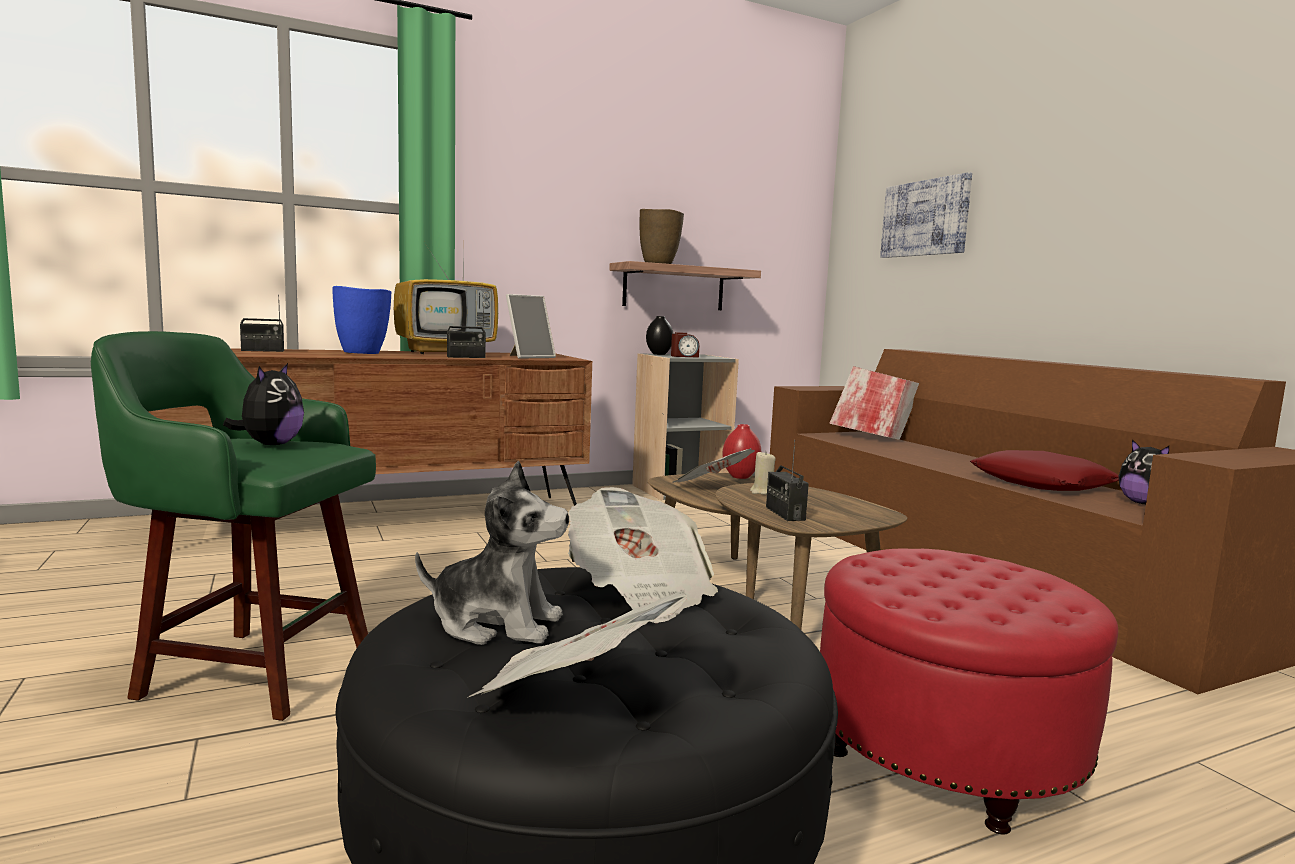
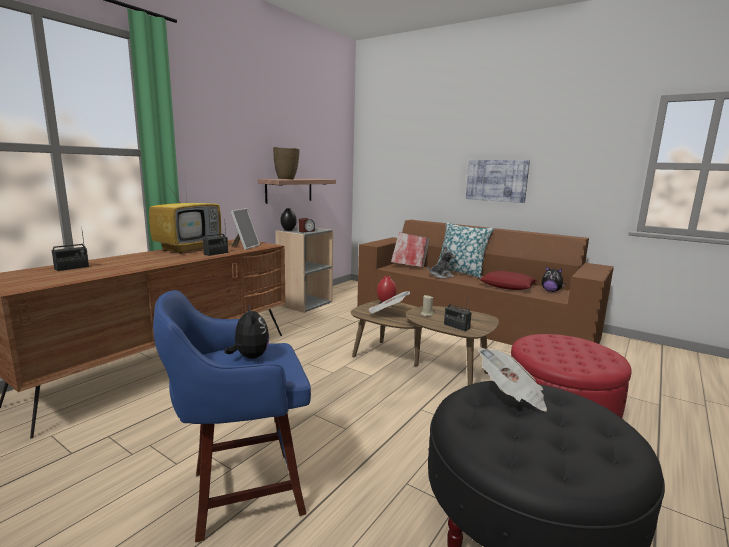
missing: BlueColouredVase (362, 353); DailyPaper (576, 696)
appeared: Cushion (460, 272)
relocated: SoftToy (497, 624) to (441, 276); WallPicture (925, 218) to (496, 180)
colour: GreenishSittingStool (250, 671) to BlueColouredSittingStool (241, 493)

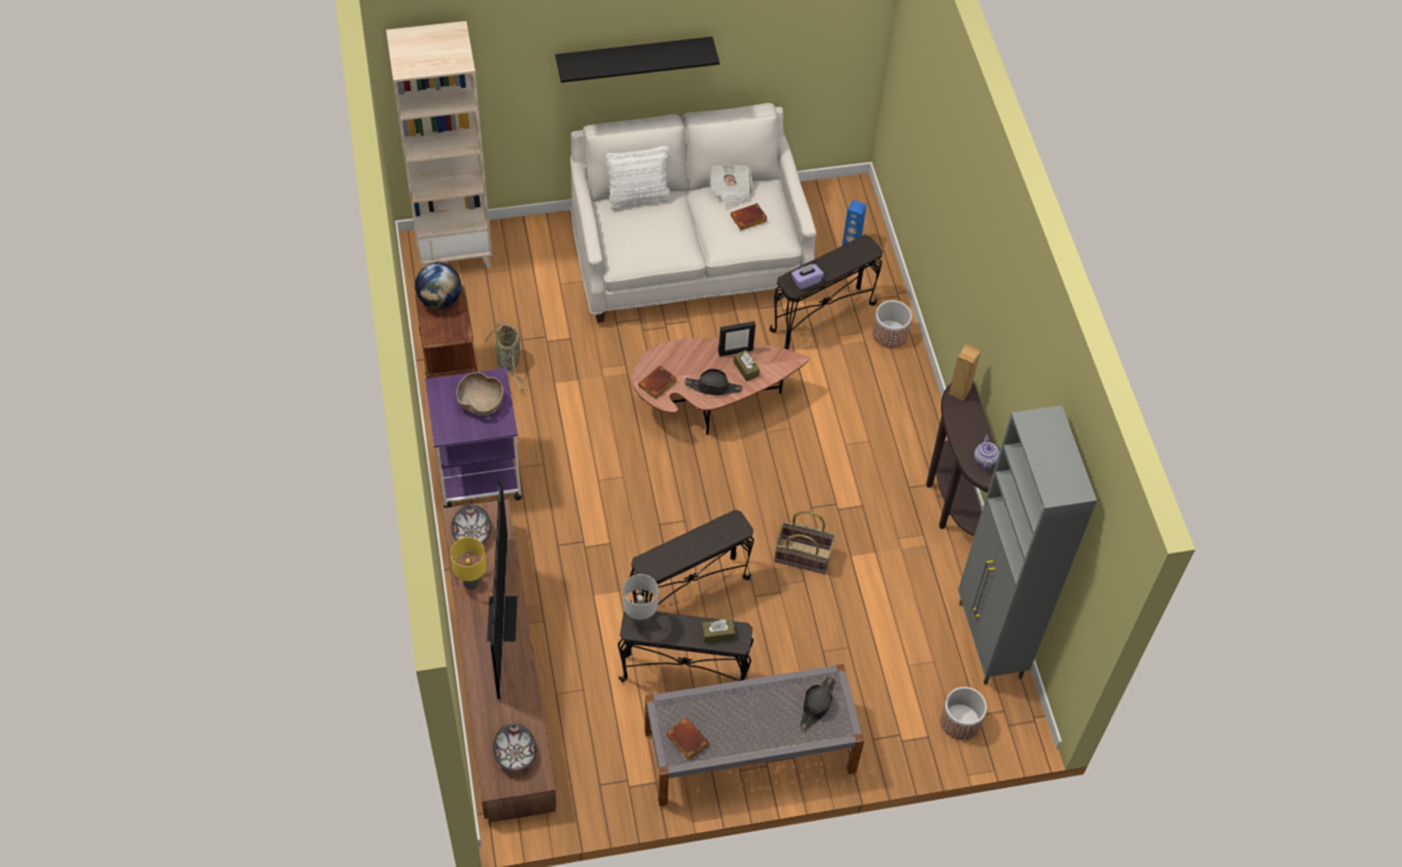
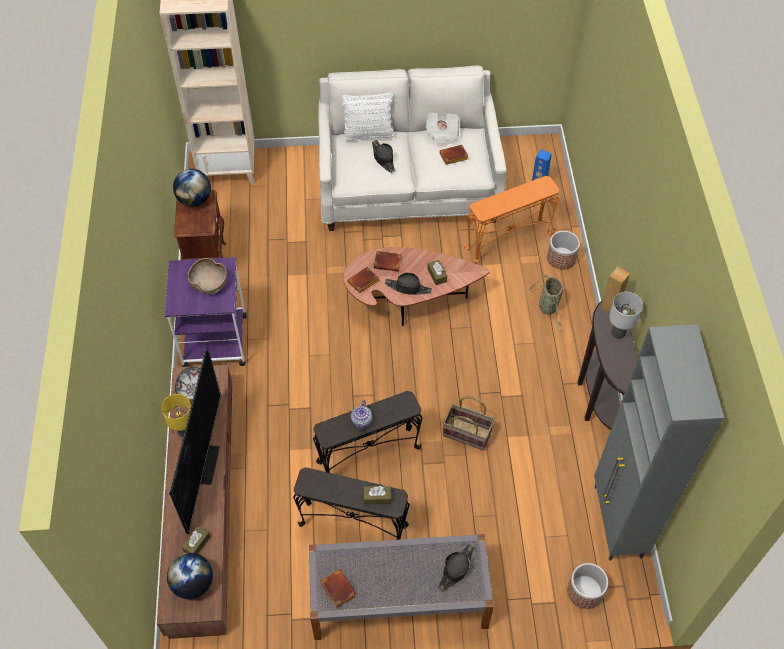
missing: BlackishBracketShelf (634, 58); StandingFrame (735, 351); PurplishTissueHolder (806, 281)
appeared: BrownishTissueHolder (196, 544); BlackishHat (383, 158); BrownishBook (388, 262)
relocated: StorageBasket (509, 363) to (548, 308); WhitishLampForATable (641, 620) to (618, 333); PotForTea (985, 460) to (362, 421)
exchanged: DeepDish (516, 754) to WorldGlobe (193, 584)
colour: BlackishEndTable (822, 318) to OrangeEndTable (508, 241)

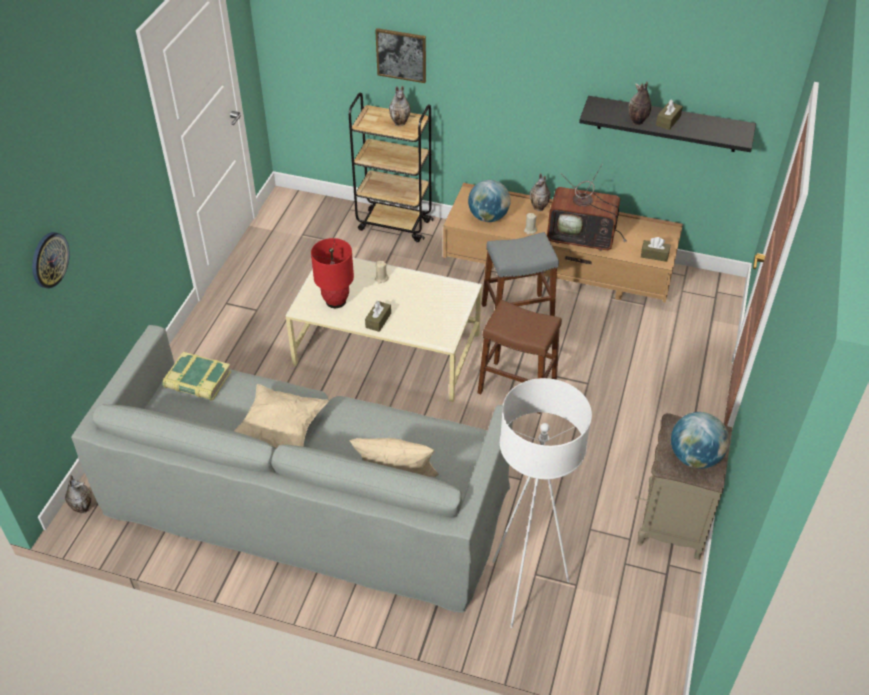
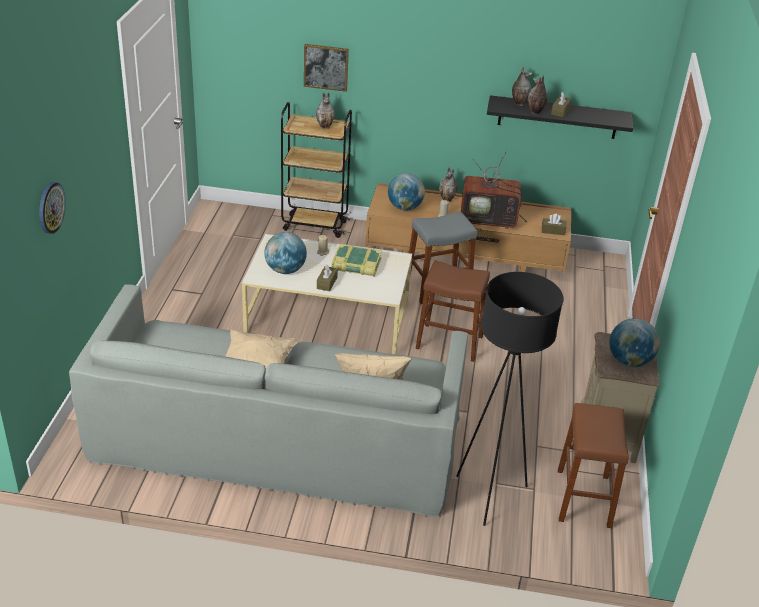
appeared: BrownishSittingStool (583, 498)
relocated: Vase (83, 507) to (518, 103); Book (197, 381) to (356, 265)
exchanged: RedColouredLampForATable (335, 301) to WorldGlobe (285, 270)
colour: WhitishStandingLamp (525, 589) to BlackishStandingLamp (489, 495)

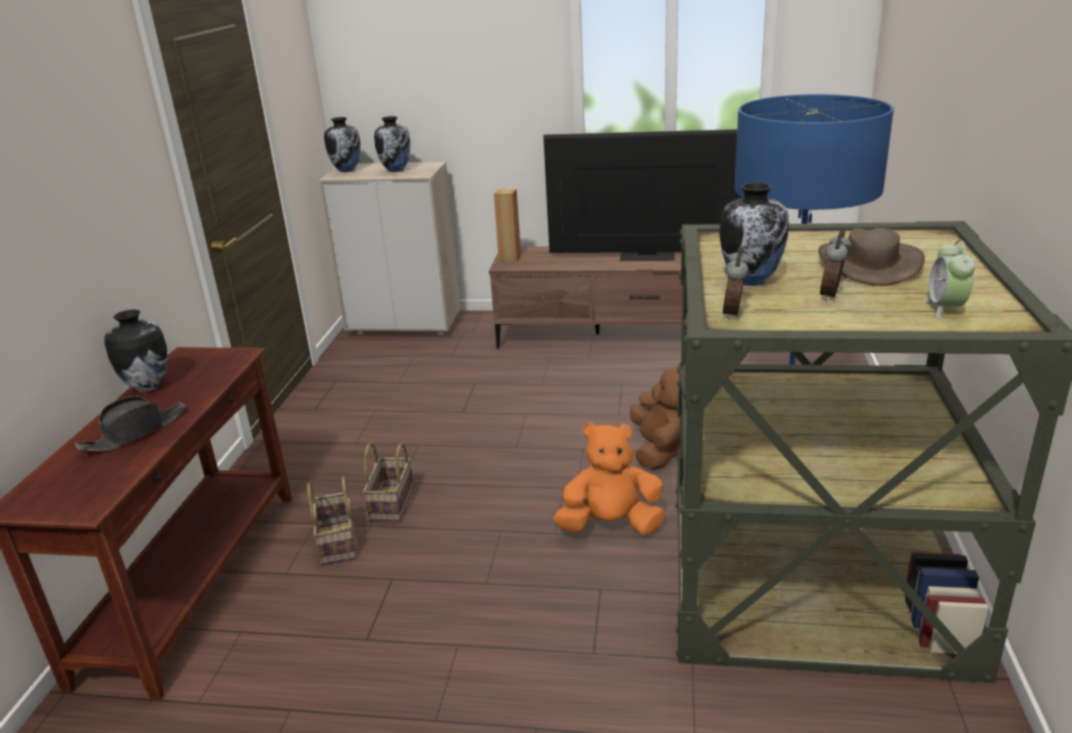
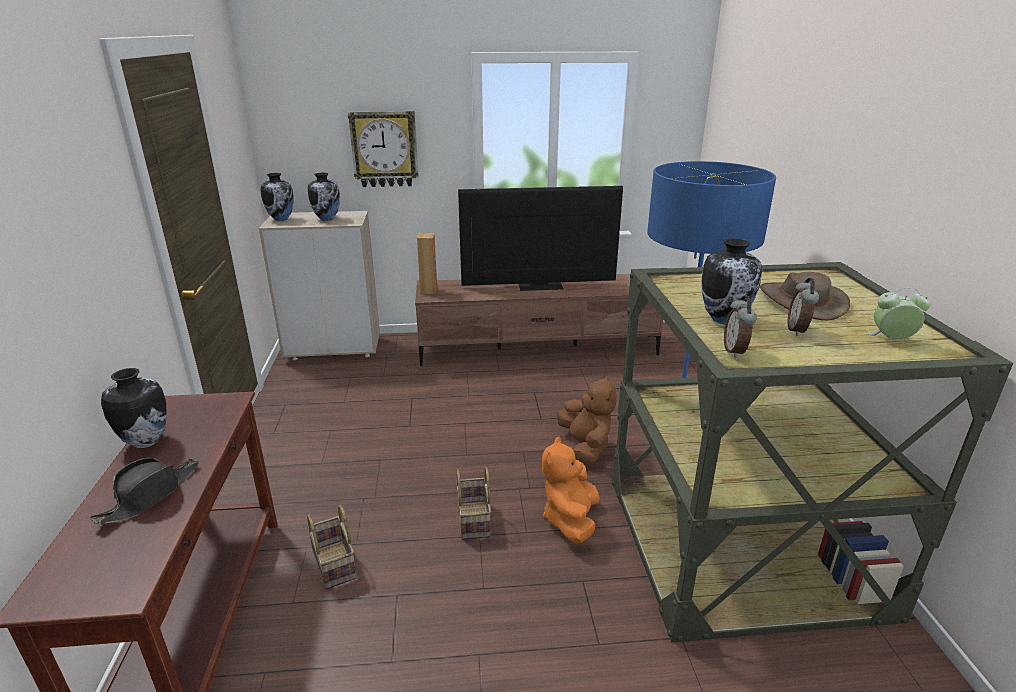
appeared: ClockOnTheWall (384, 149)
relocated: StorageBasket (393, 504) to (475, 521)
spun: OrangeSoftToy (611, 526) = (570, 520) 60 degrees counterclockwise; AlarmClock (945, 309) = (891, 339) 105 degrees clockwise

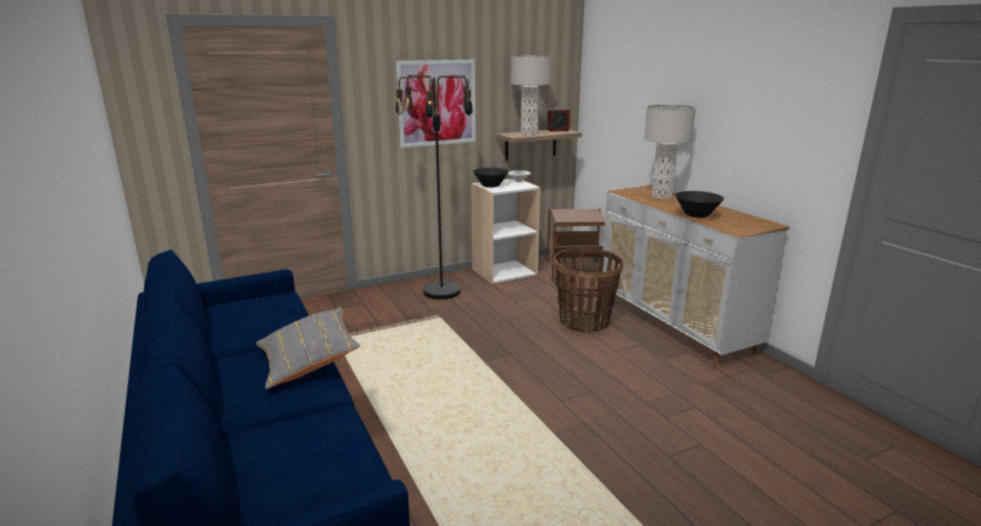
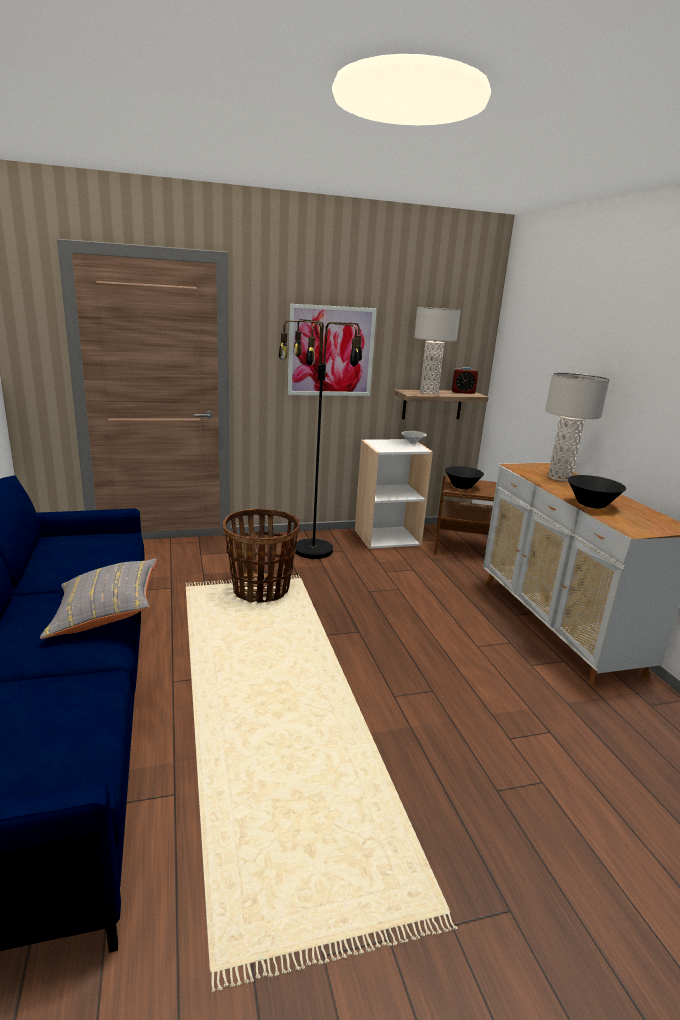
relocated: BlackishDeepDish (490, 185) to (462, 486); StorageBasket (584, 321) to (261, 590)

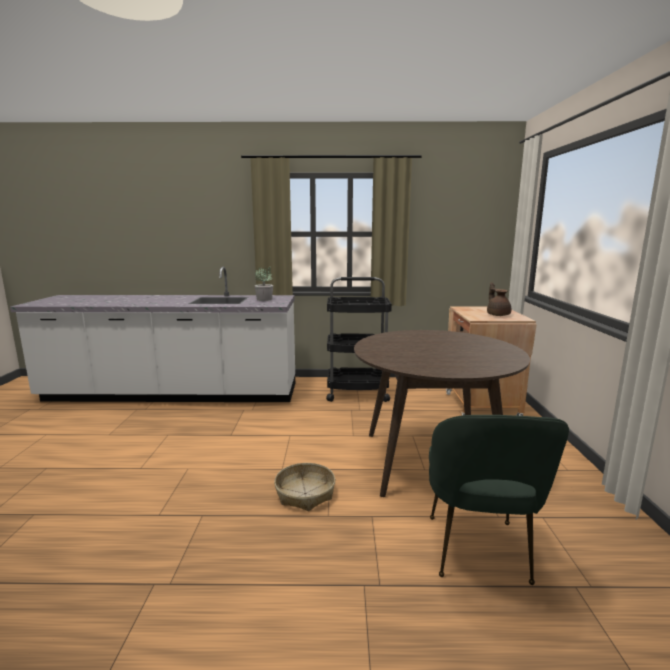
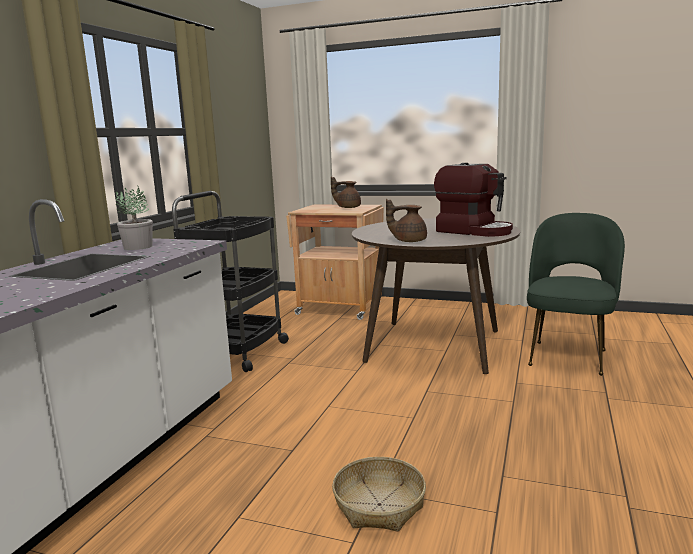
appeared: BrownishPotForTea (408, 241); CoffeeMachine (474, 231)
relocated: StorageBasket (304, 493) to (379, 505)
spun: GreenishChair (478, 556) = (568, 355) 90 degrees counterclockwise

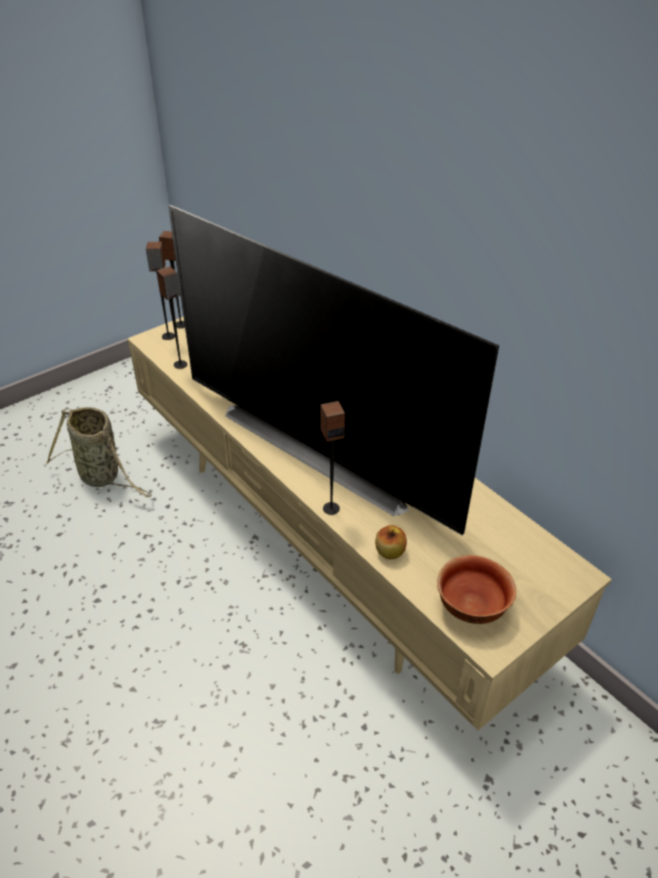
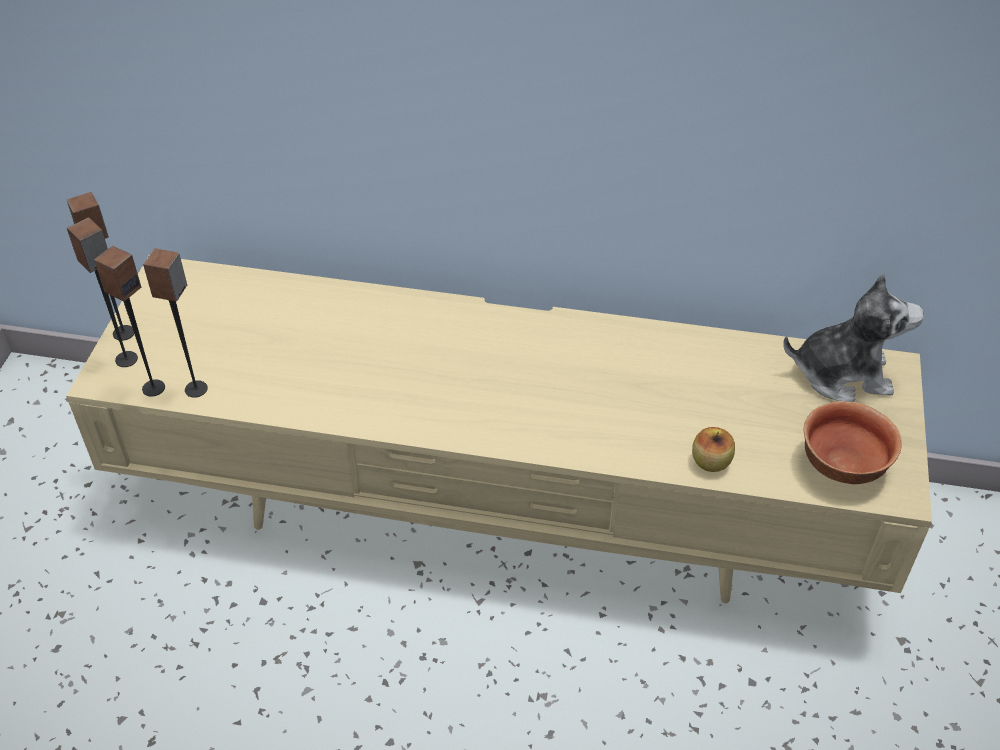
missing: StorageBasket (102, 476); Tv (323, 447)
appeared: SoftToy (842, 374)
relocated: Speaker (331, 508) to (153, 388)

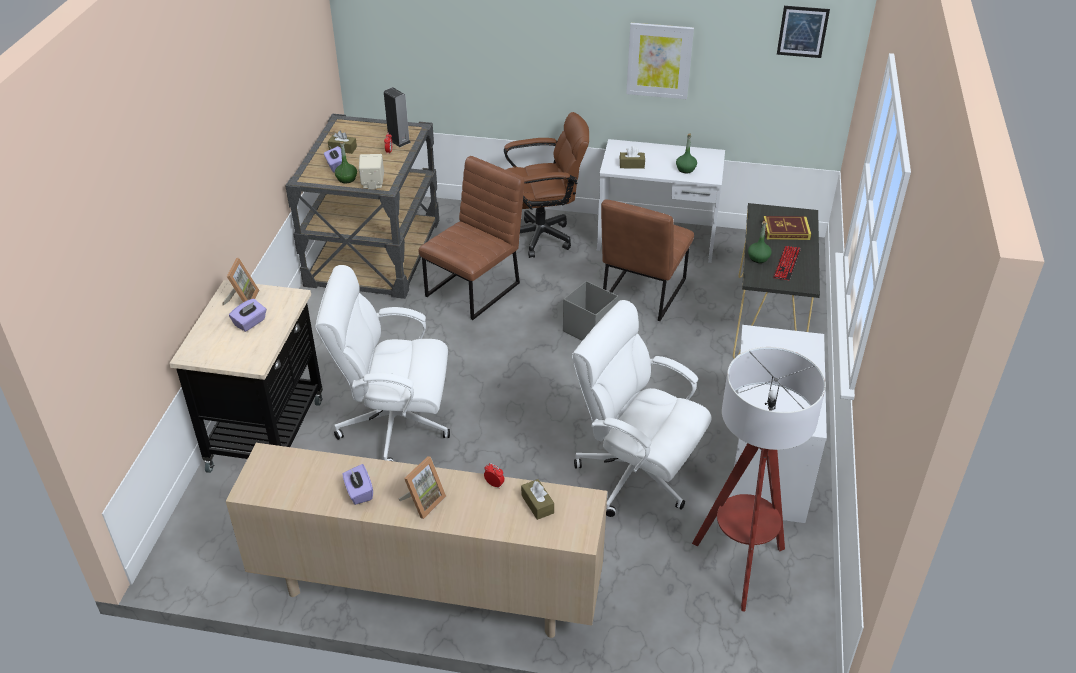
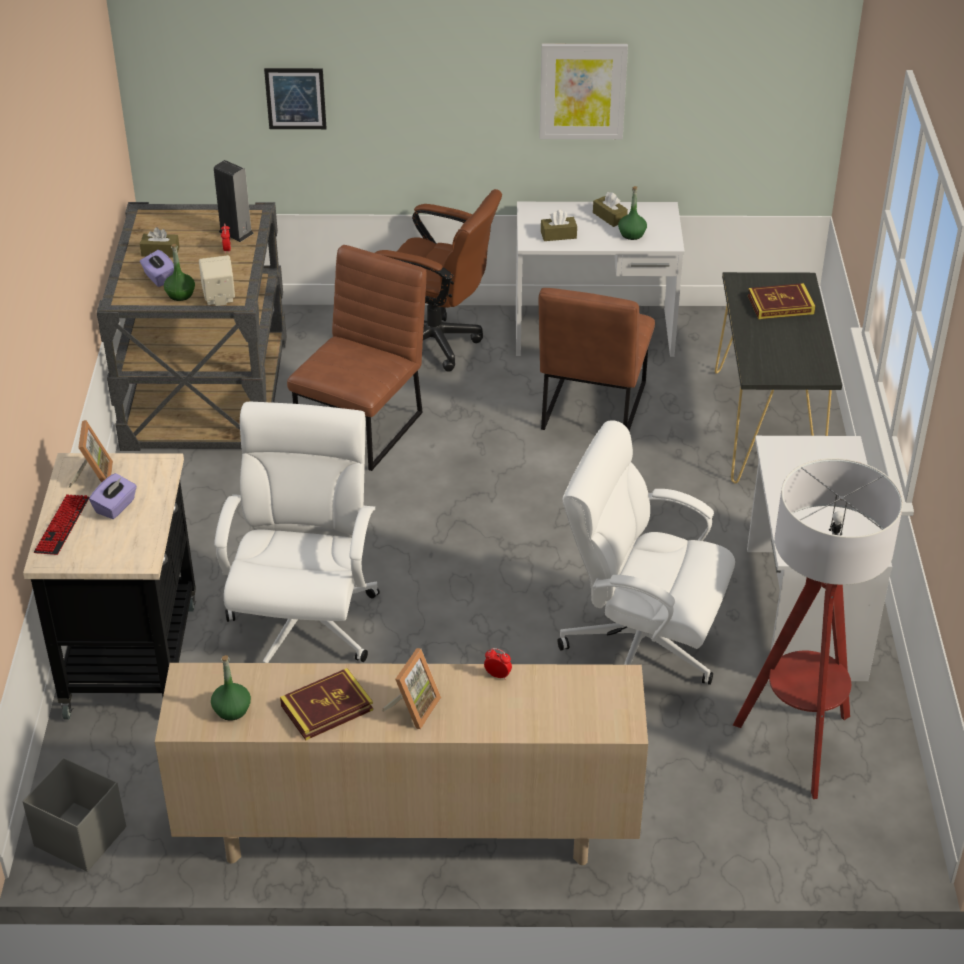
relocated: BrownishTissueHolder (537, 504) to (609, 217); GreyStorageBox (589, 329) to (80, 836); GreenishBottle (758, 258) to (231, 710); ComputerKeyboard (786, 264) to (62, 526); WallPicture (802, 31) to (295, 98)
exchanged: PurplishTissueHolder (359, 492) to Book (327, 708)
spun: WhitishDeskChair (395, 425) = (305, 624) 105 degrees clockwise; BrownishDeskChair (544, 237) = (439, 345) 45 degrees clockwise

